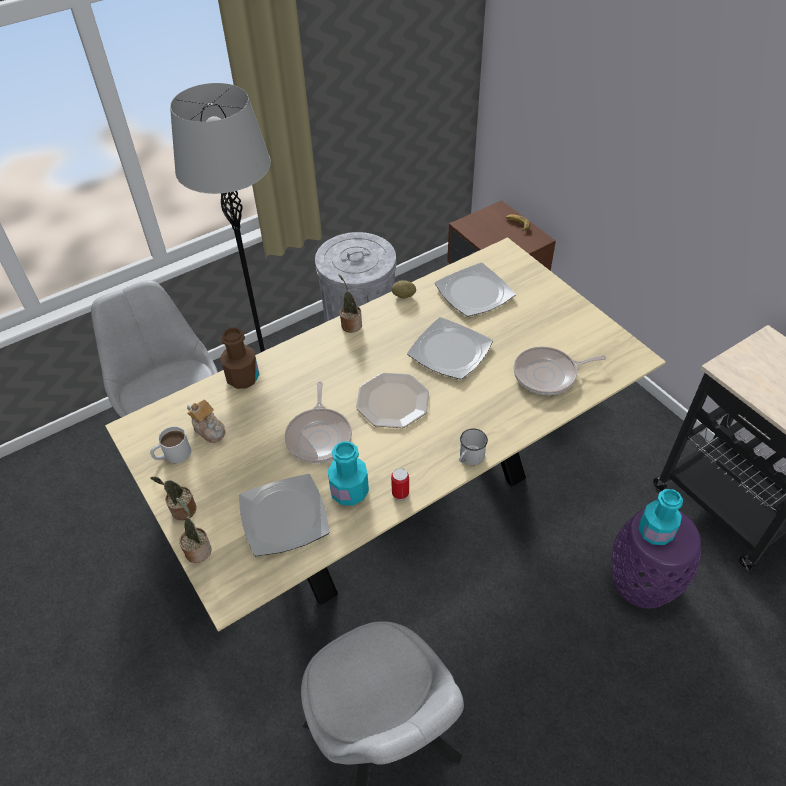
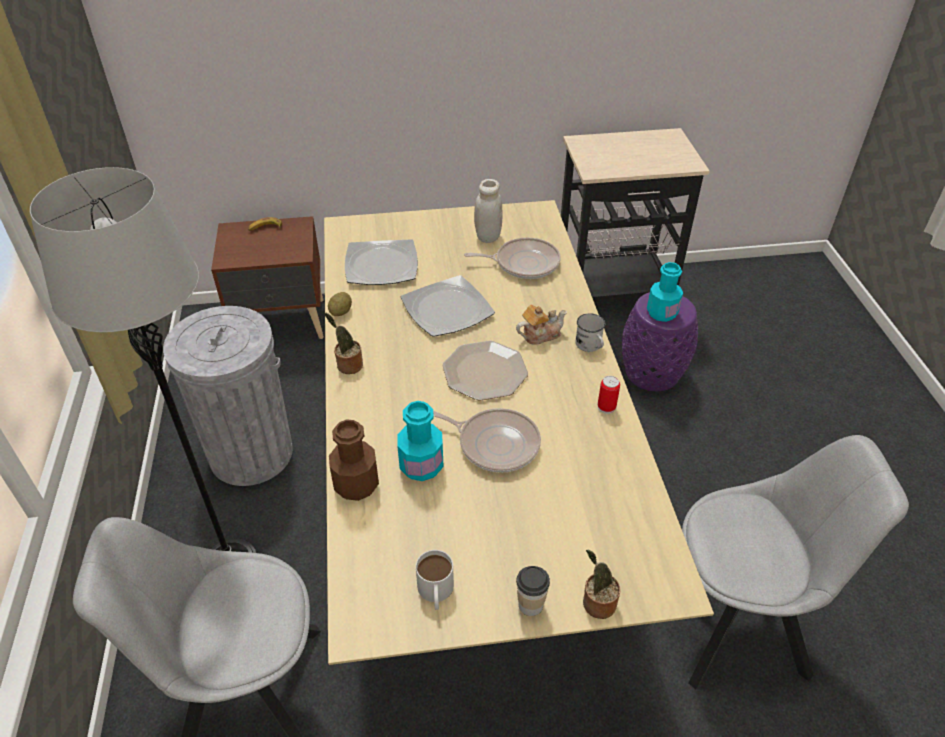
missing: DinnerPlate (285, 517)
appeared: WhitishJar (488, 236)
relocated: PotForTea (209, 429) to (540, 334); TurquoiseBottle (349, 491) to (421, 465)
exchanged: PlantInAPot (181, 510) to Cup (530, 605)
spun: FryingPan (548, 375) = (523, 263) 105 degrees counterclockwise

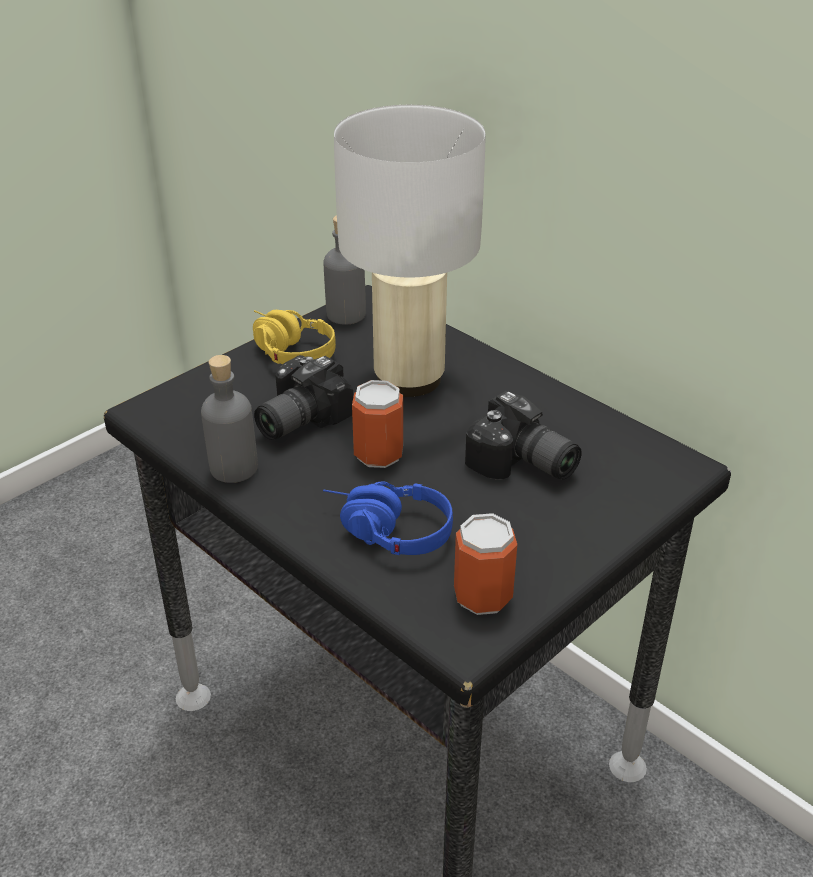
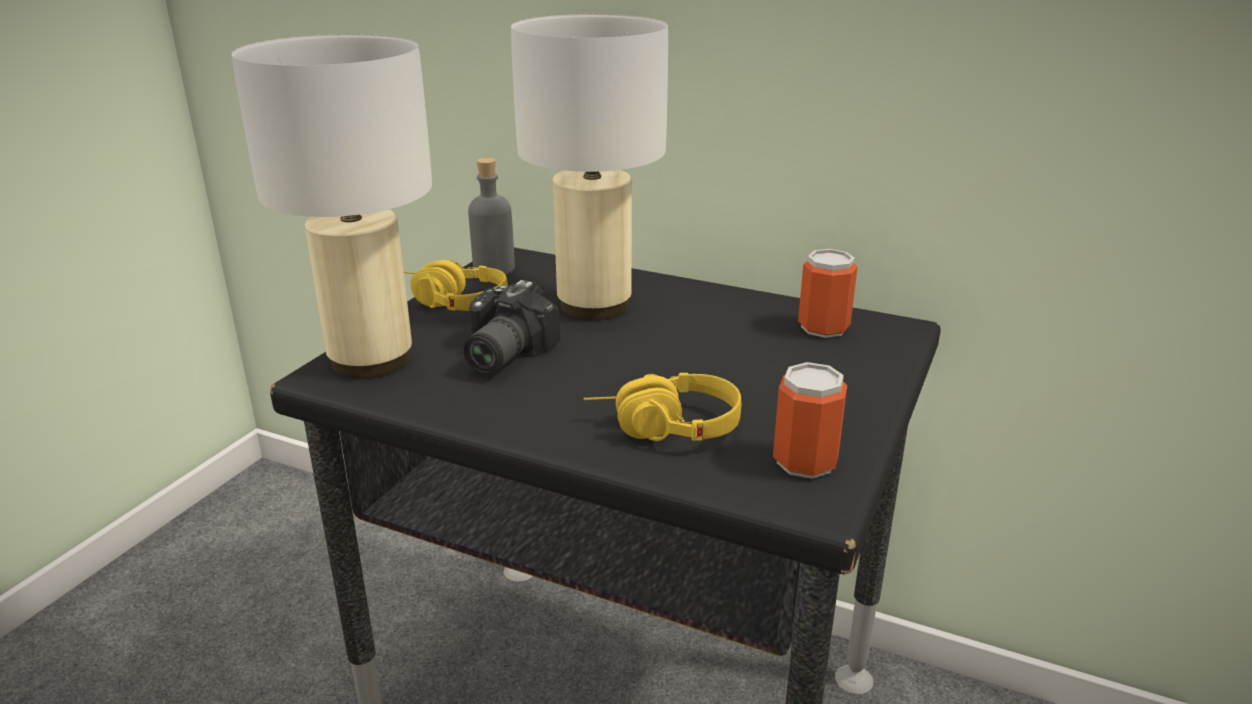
missing: GreyBottle (233, 468); StillCamera (522, 465)
appeared: WhitishLampForATable (368, 360)
relocated: Can (378, 454) to (823, 327)
colour: BlueColouredHeadphones (383, 532) to YellowHeadphones (662, 429)

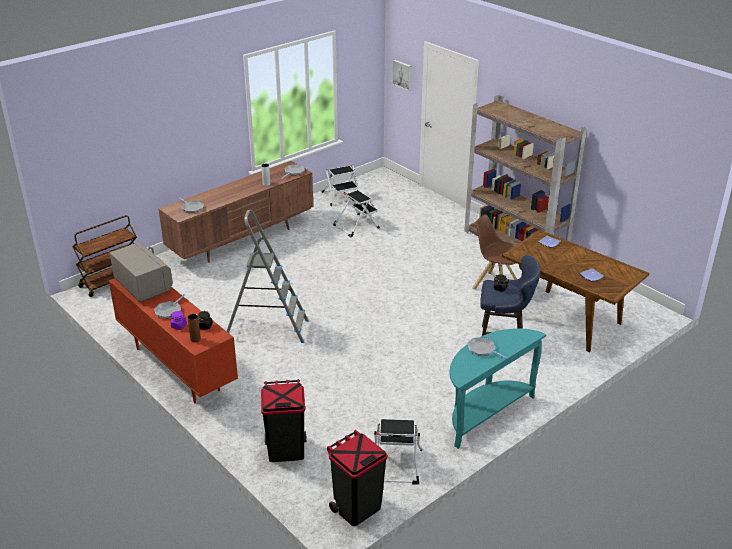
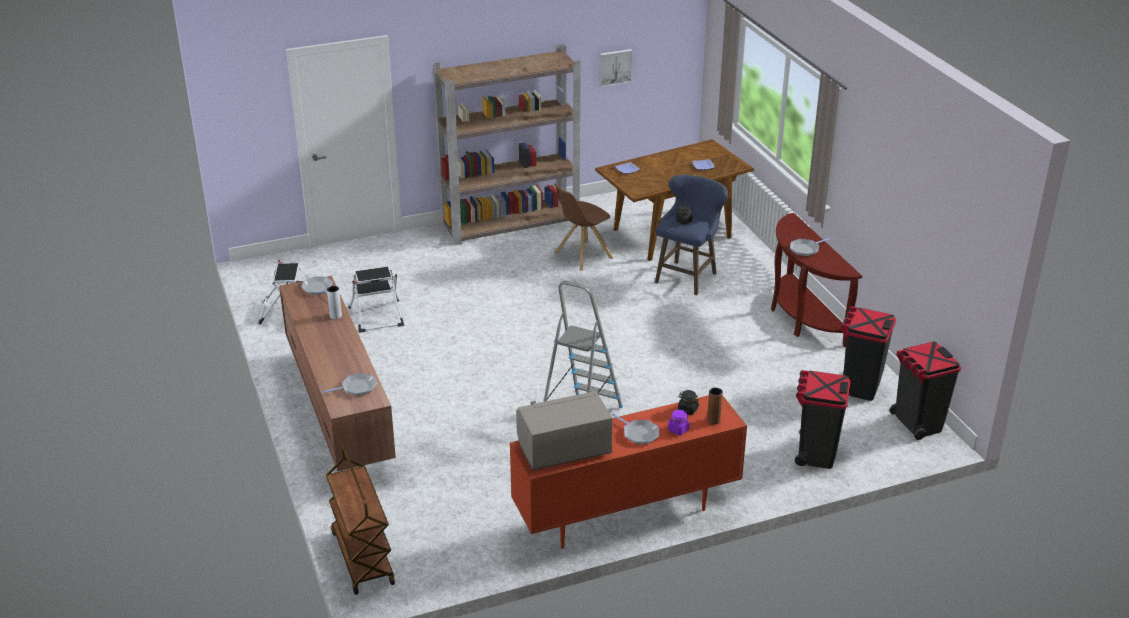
relocated: WallPicture (402, 74) to (614, 67)
exchanged: StepStool (396, 464) to BlackishRubbishBin (860, 387)
colour: TurquoiseHallTable (485, 413) to BrownishHallTable (802, 318)

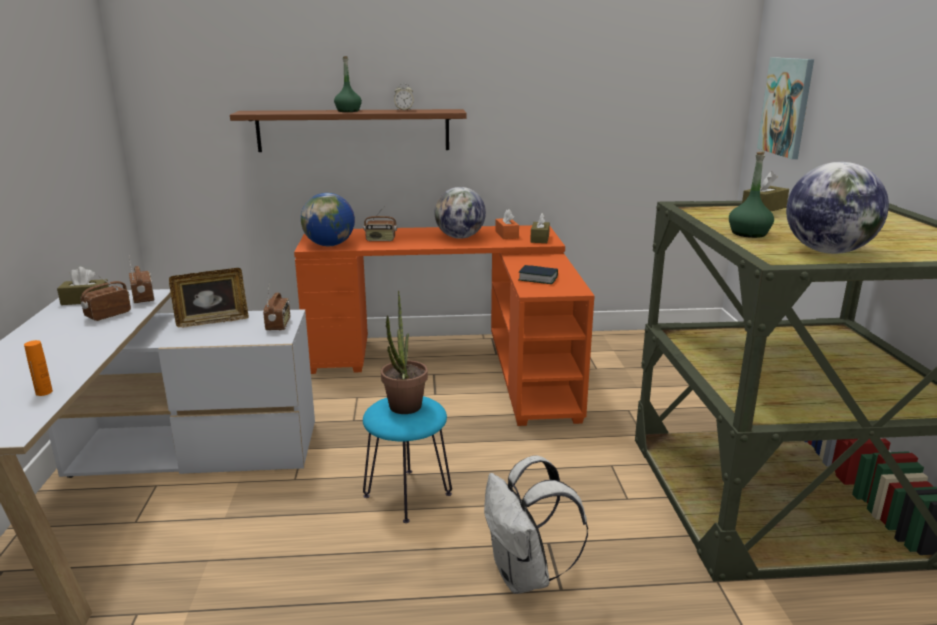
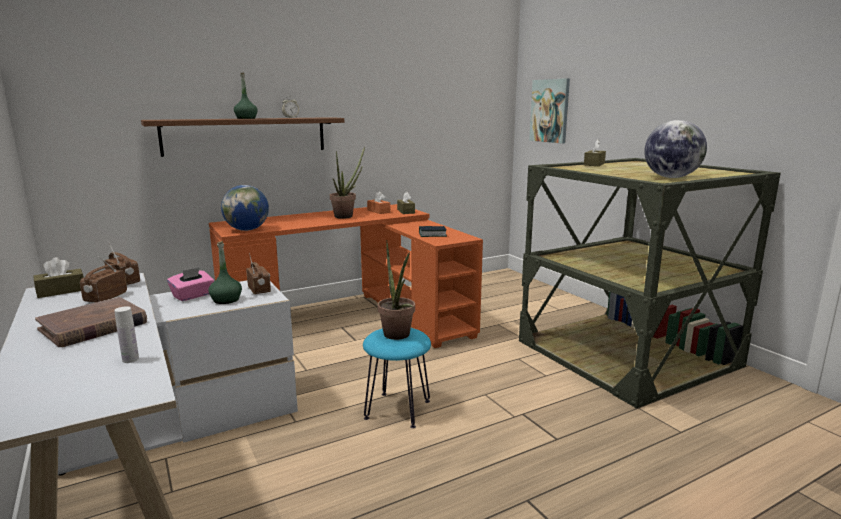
missing: RadioReceiver (380, 240); WhitishRucksack (525, 576)
appeared: BrownishBook (93, 326)
relocated: GreenishBottle (748, 233) to (226, 300)
exchanged: StandingFrame (212, 321) to PinkColouredTissueHolder (193, 296); WorldGlobe (460, 237) to PlantInAPot (346, 216)
colour: OrangeBottle (44, 392) to WhitishBottle (130, 359)

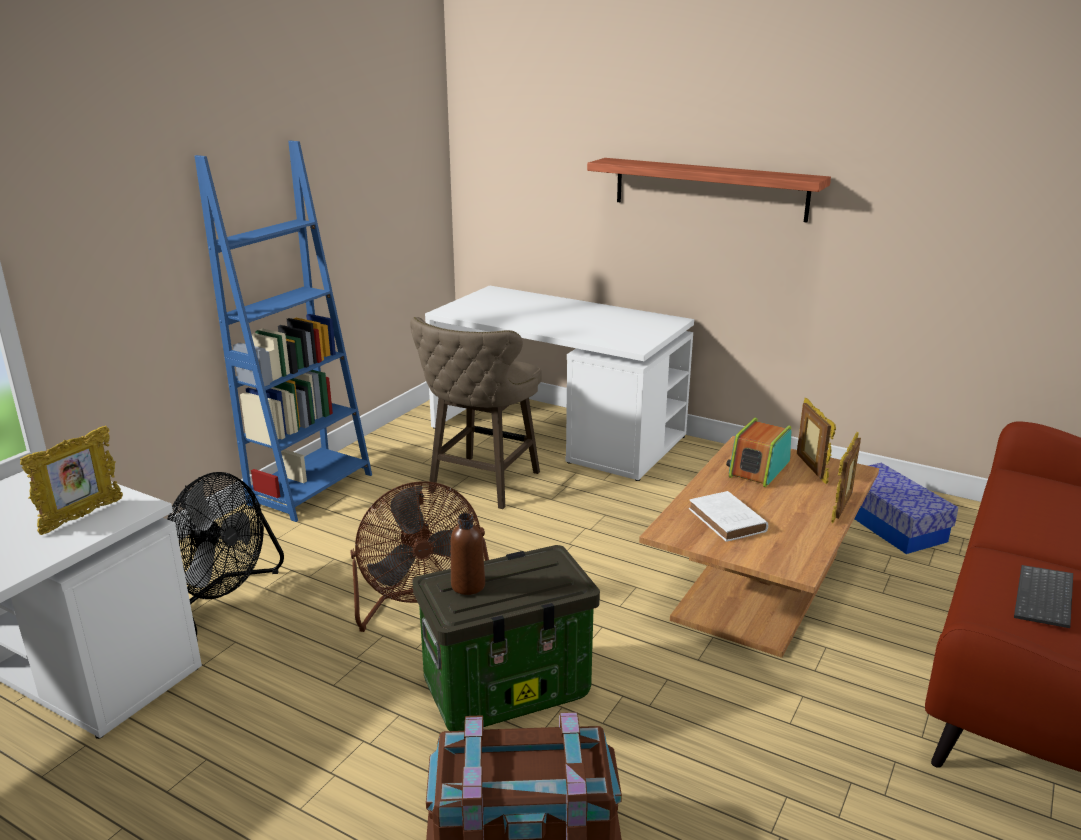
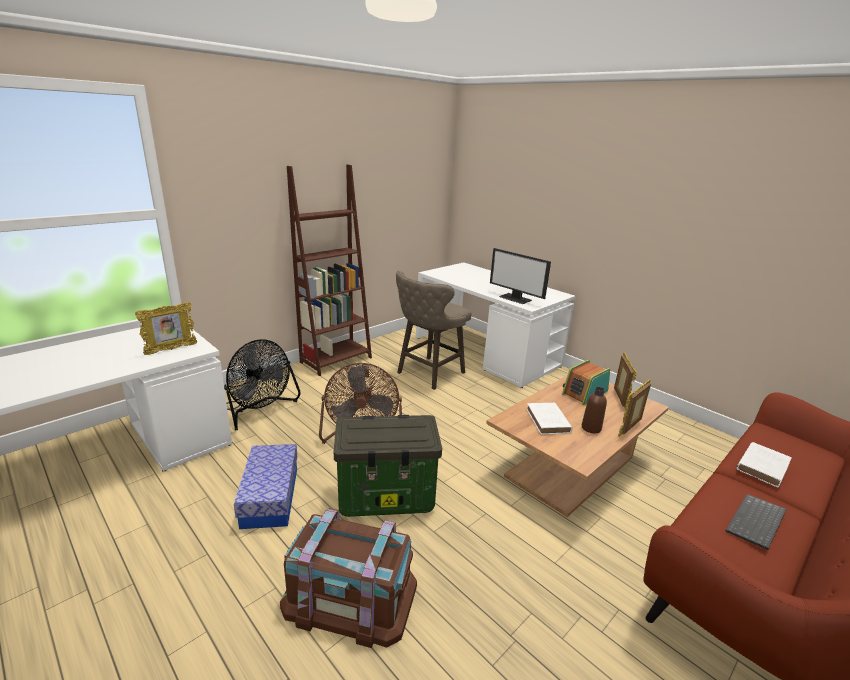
missing: BracketShelf (709, 189)
appeared: ComputerDisplay (516, 298); WhitishBook (763, 466)
relocated: BrownishBottle (468, 585) to (591, 428); StorageBox (890, 524) to (270, 497)
colour: BlueColouredShelvingUnit (310, 489) to BrownishShelvingUnit (336, 360)

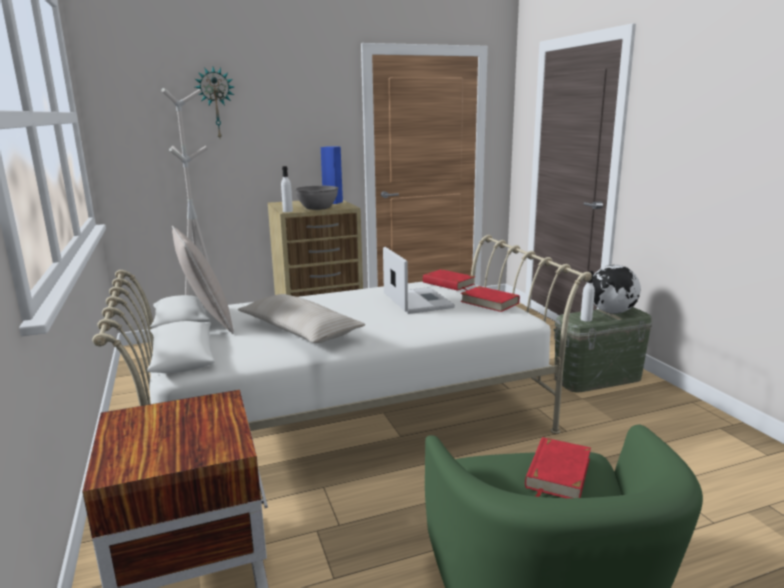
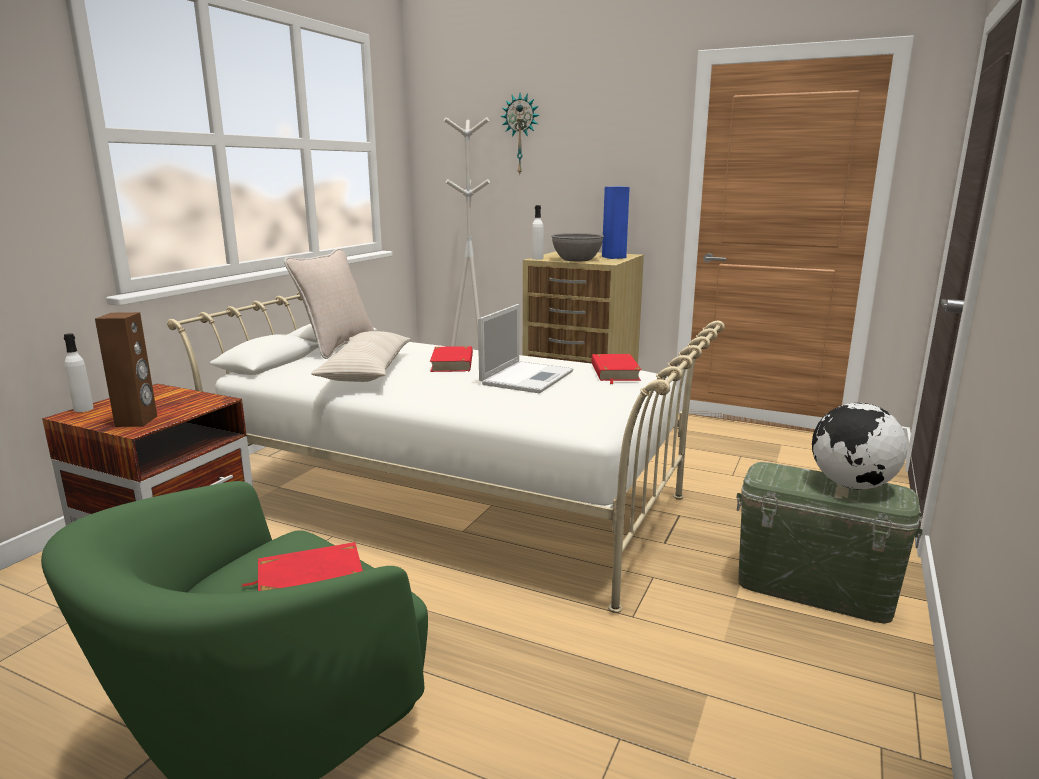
appeared: BrownishSpeaker (137, 421)
relocated: RedColouredBook (489, 302) to (452, 363); WhitishBottle (586, 319) to (83, 409)

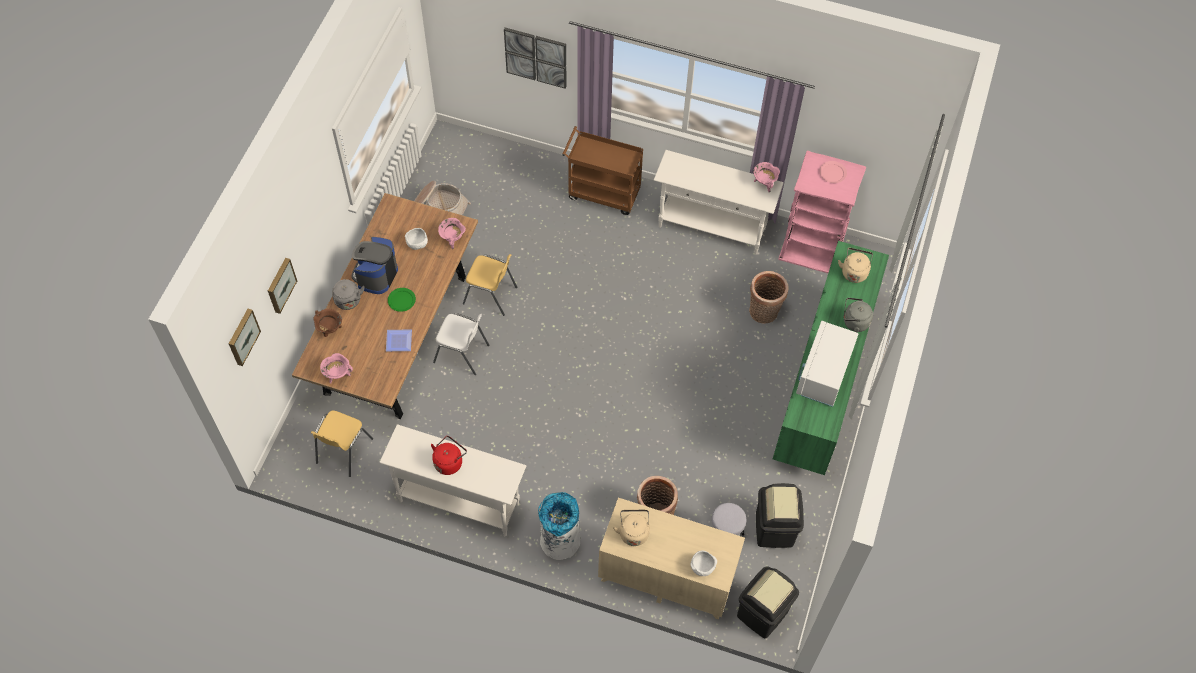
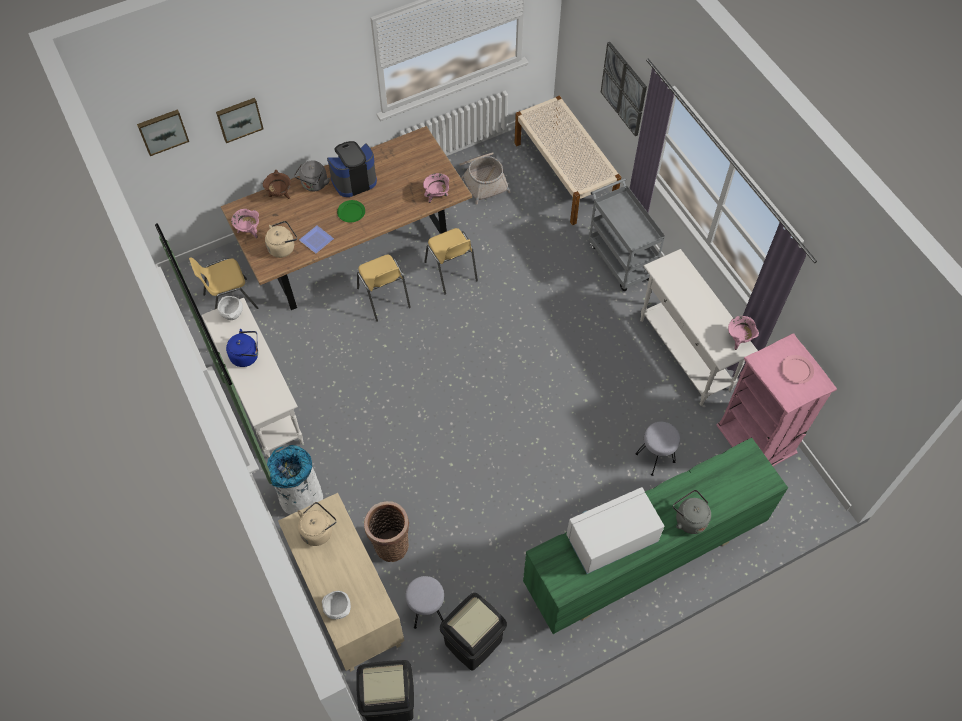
appeared: BeigeColouredLongSeat (564, 174)
relocated: WhitishDeepDish (418, 244) to (232, 314); BeigeColouredTeaKettle (854, 271) to (283, 247)
exchanged: StorageBasket (763, 313) to GreySittingStool (655, 458)
colour: RedColouredTeaKettle (449, 462) to BlueColouredTeaKettle (247, 356); WhitishChair (462, 354) to YellowChair (384, 298); BrownishWheeledCart (602, 196) to GreyWheeledCart (618, 261)

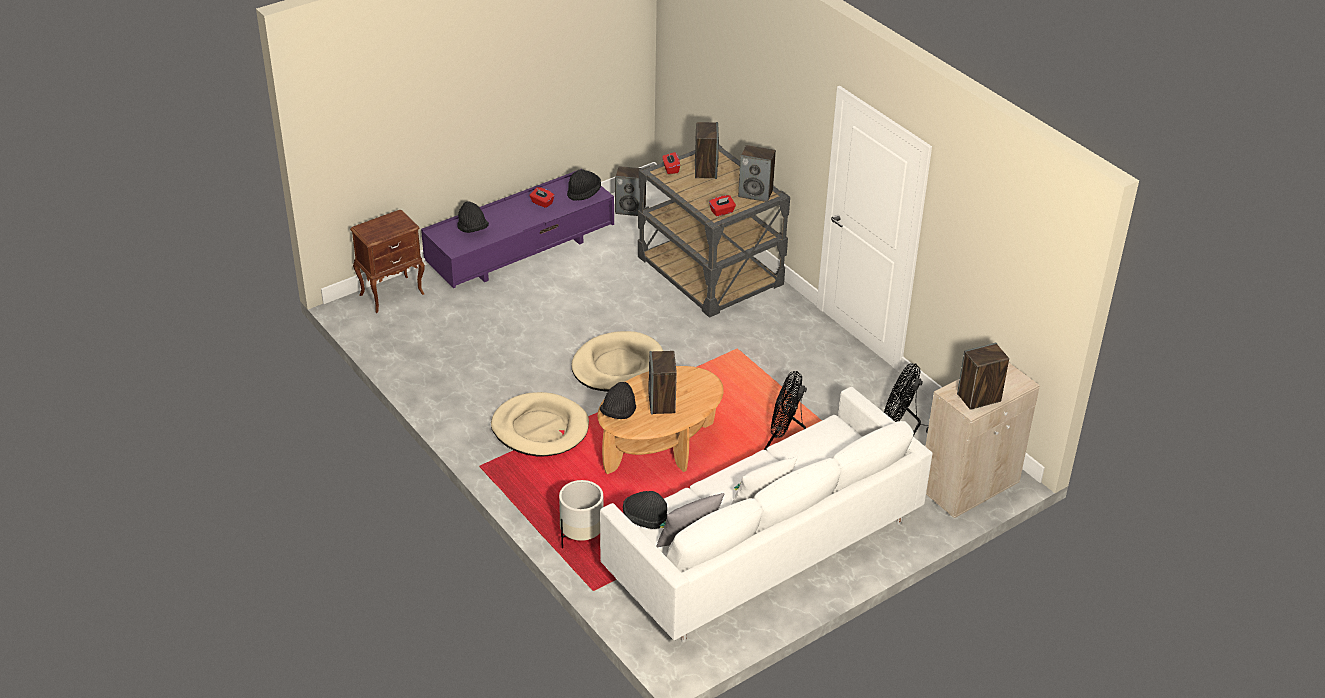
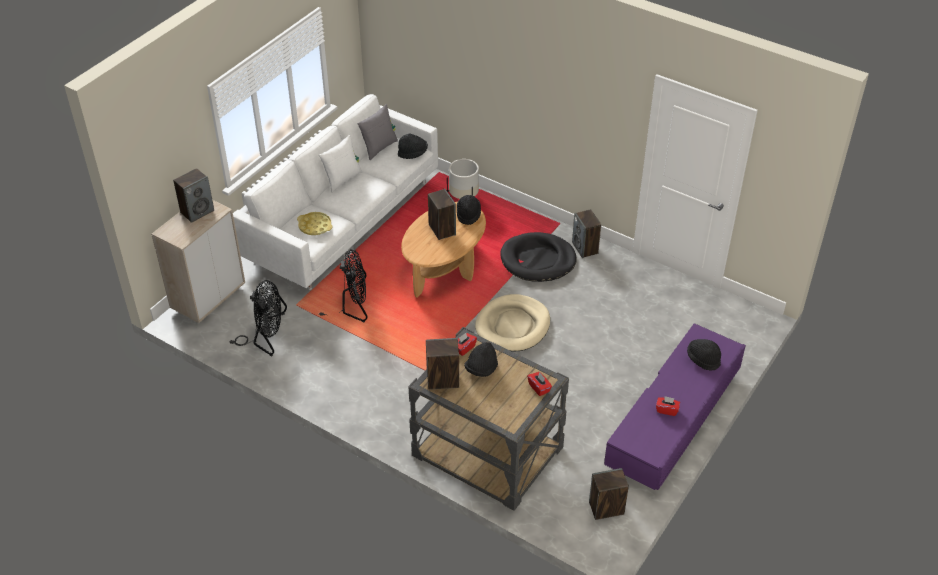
missing: BrownishBedsideTable (392, 294)
appeared: YellowCarryingTray (315, 226)
relocated: BlackishHat (584, 193) to (481, 369); Speaker (705, 170) to (585, 248)
colour: BeigeColouredDogCushion (540, 428) to BlackishDogCushion (538, 260)

